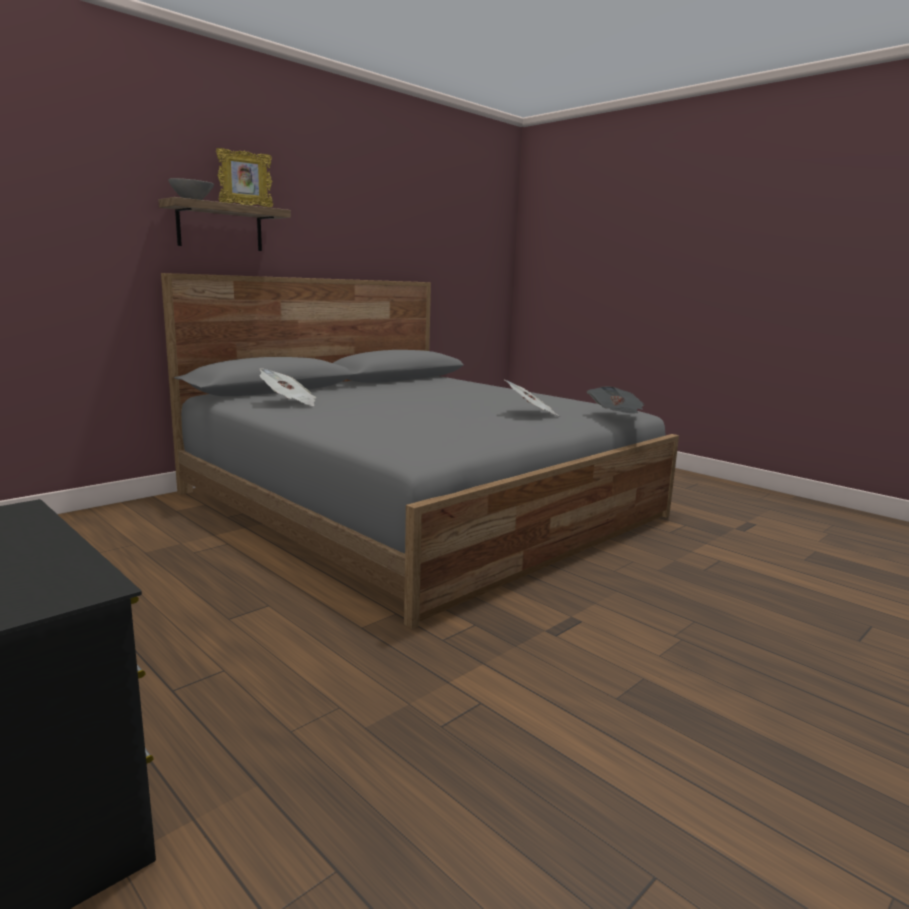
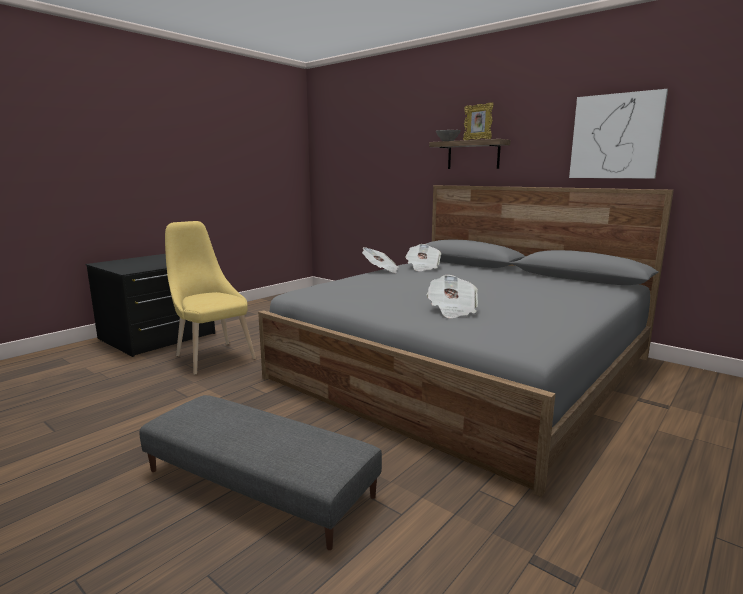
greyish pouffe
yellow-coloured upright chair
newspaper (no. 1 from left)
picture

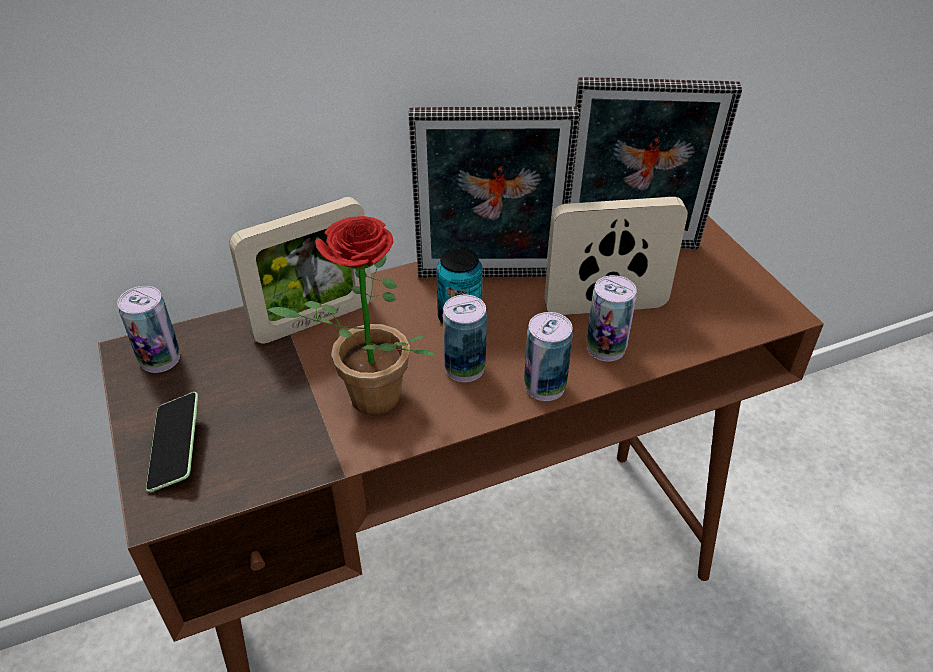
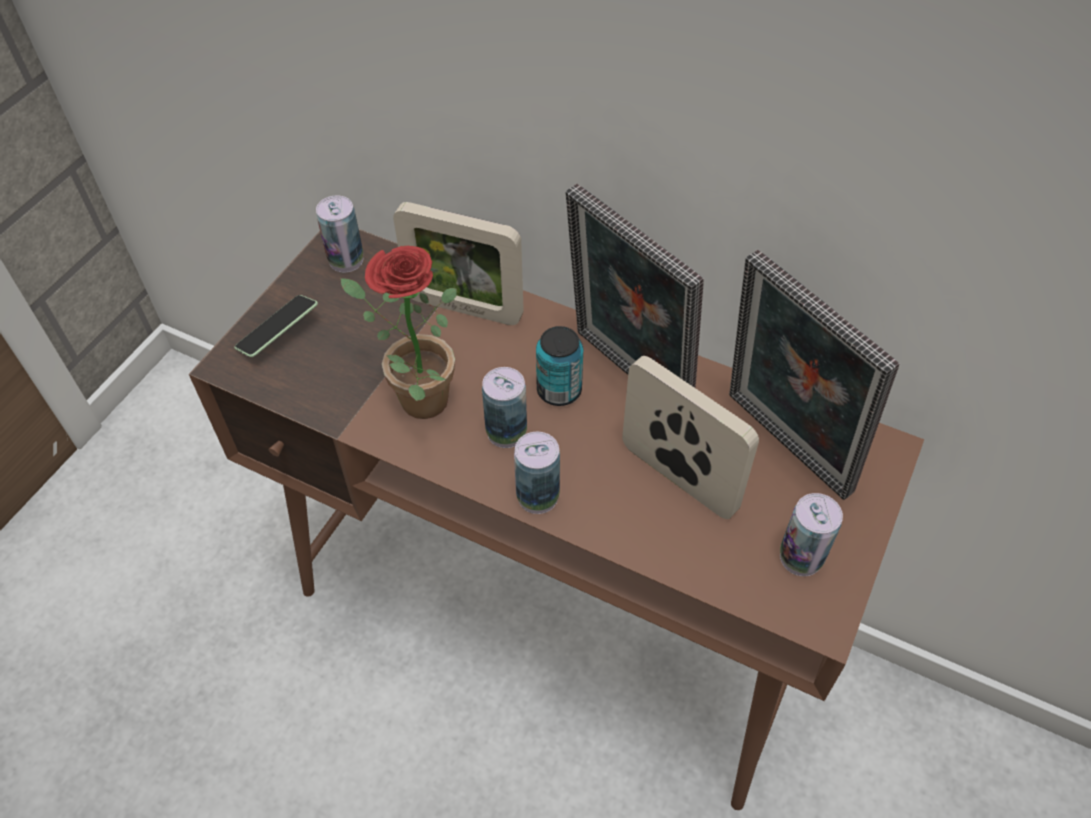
can (no. 5 from left)

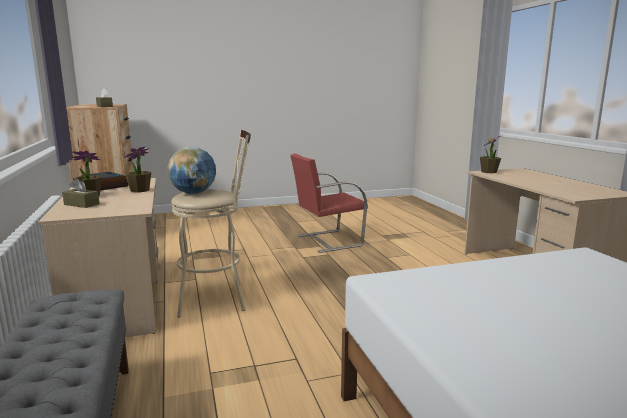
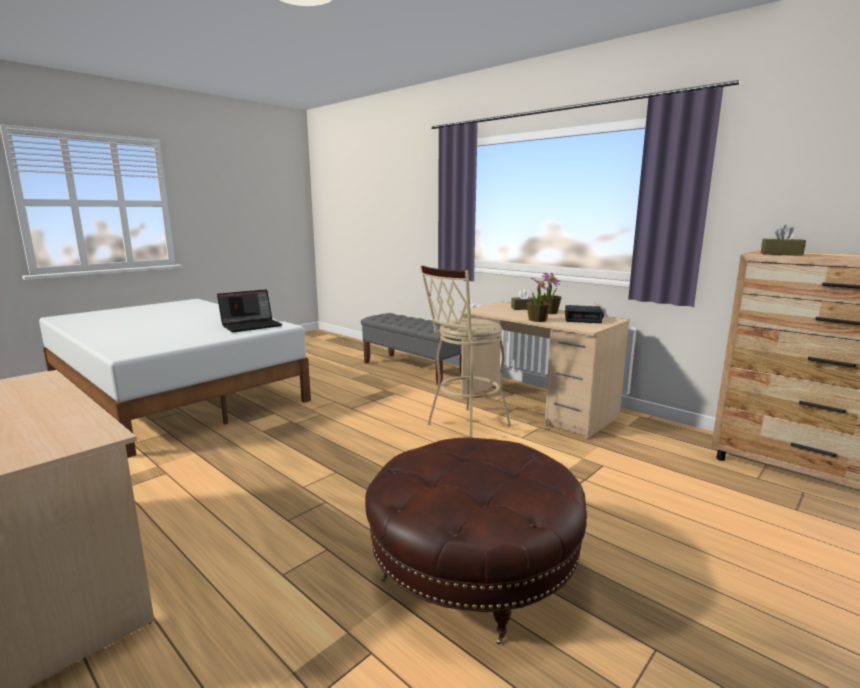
laptop
brown-coloured pouffe
world globe
potted plant (no. 3 from left in the first image)

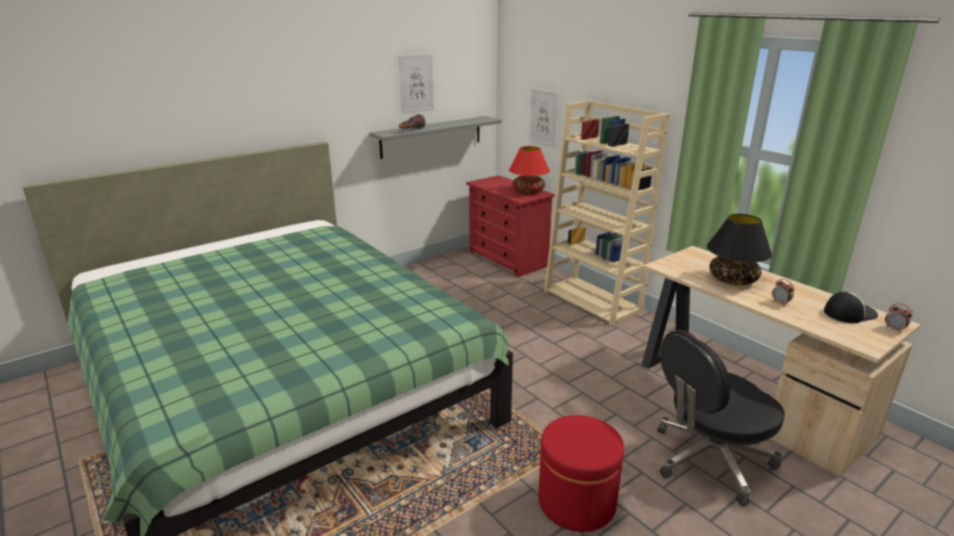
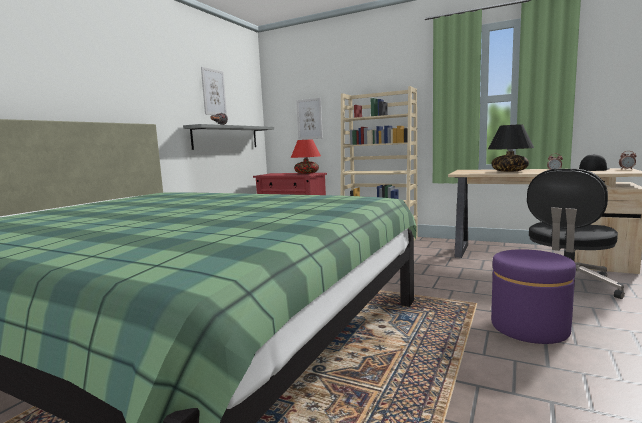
purplish pouffe

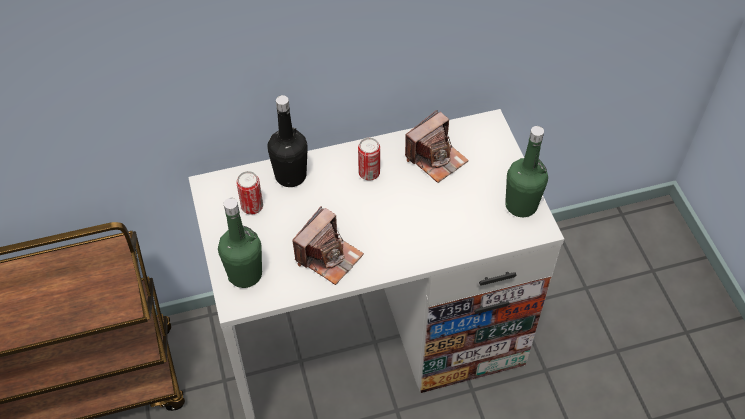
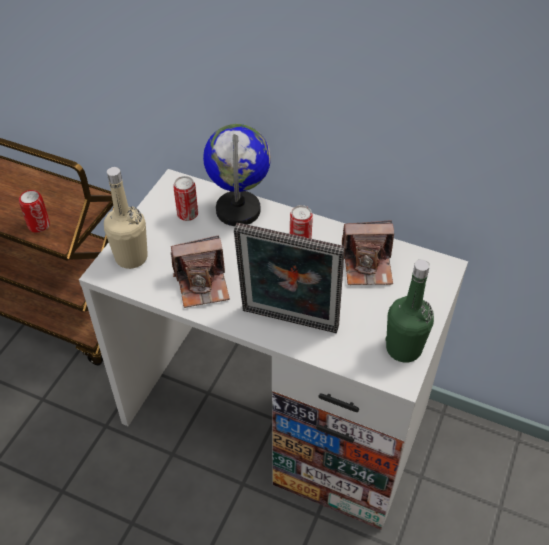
can (no. 1 from left)
beige bottle
world globe
photo frame

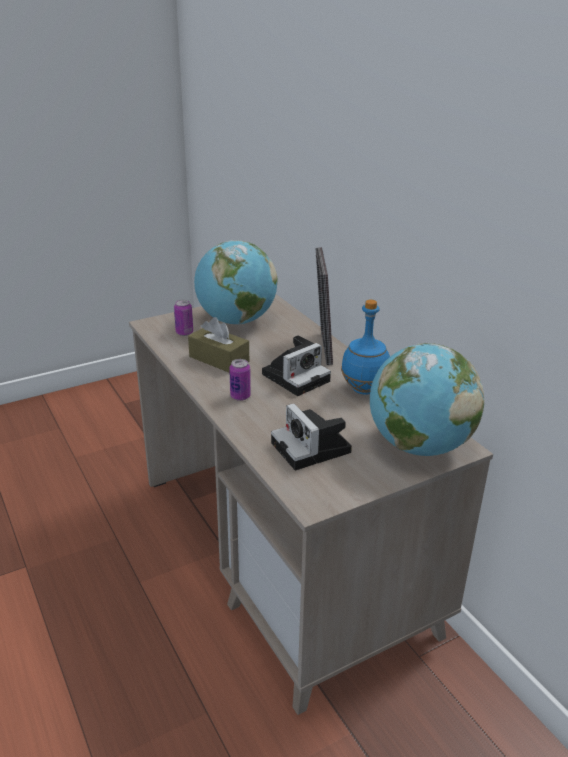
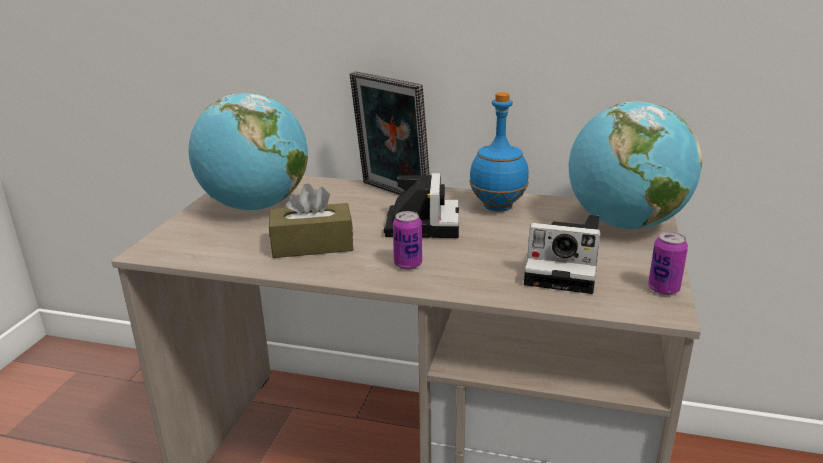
can (no. 2 from left)

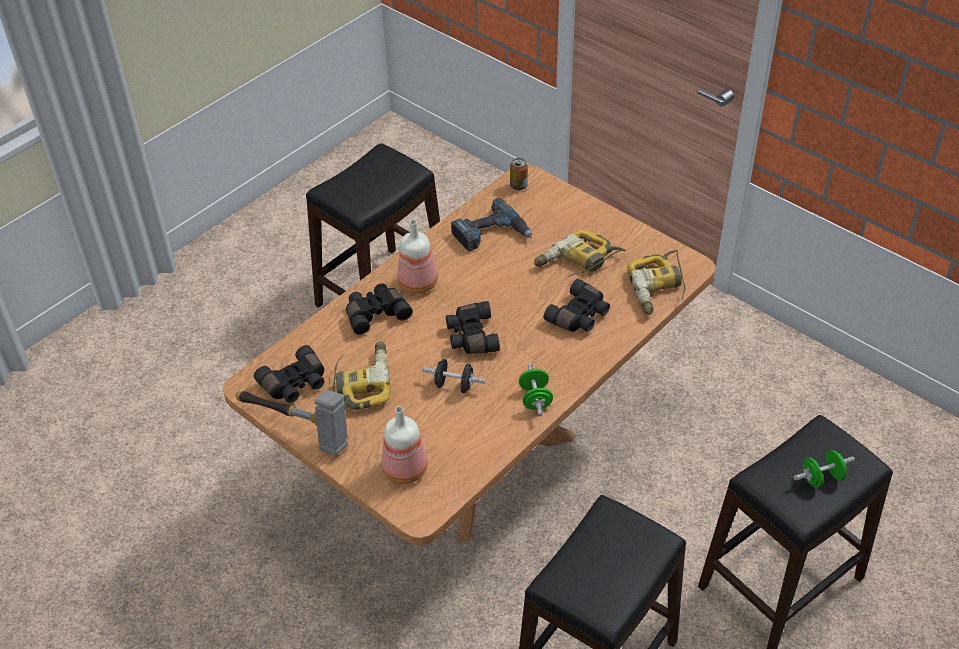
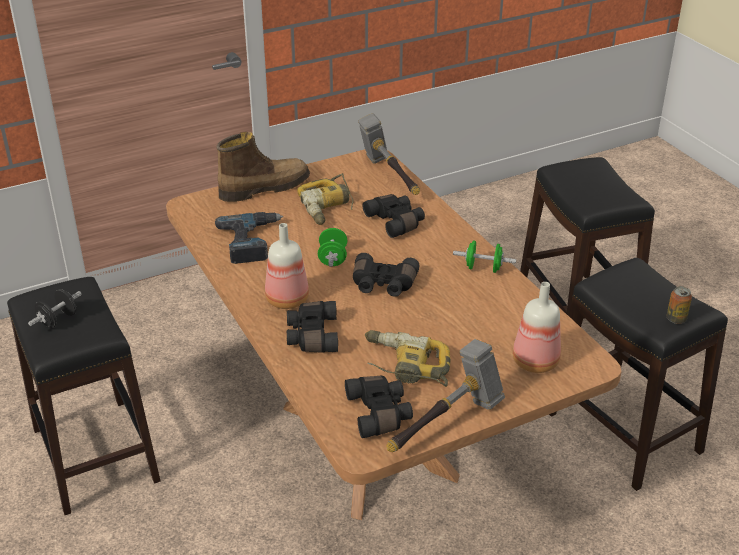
blackish free weight
high-top boot
green free weight (no. 1 from left)
hand hammer (no. 1 from left)
can

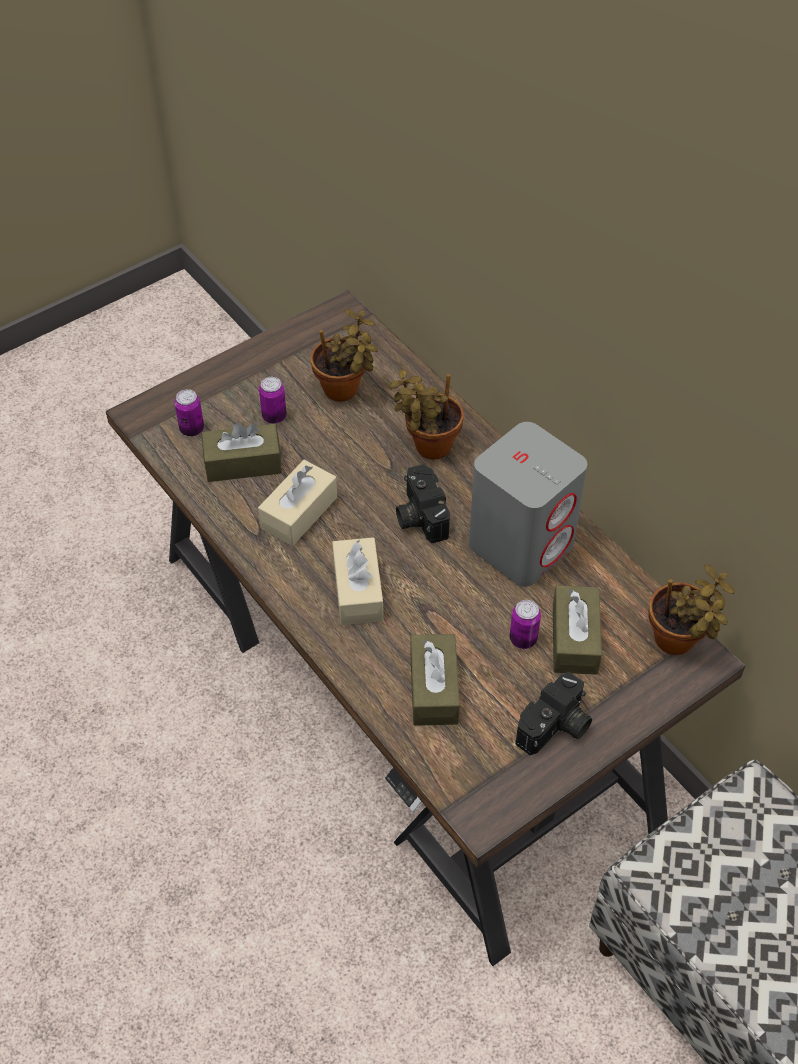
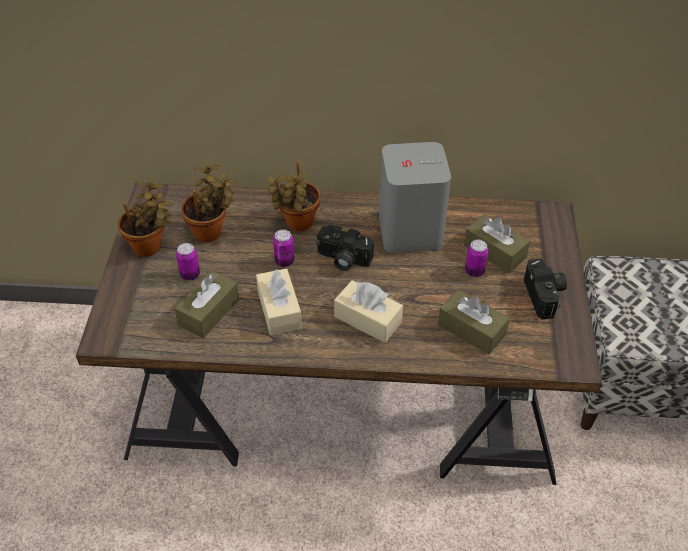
potted plant (no. 1 from left)
can (no. 2 from left)

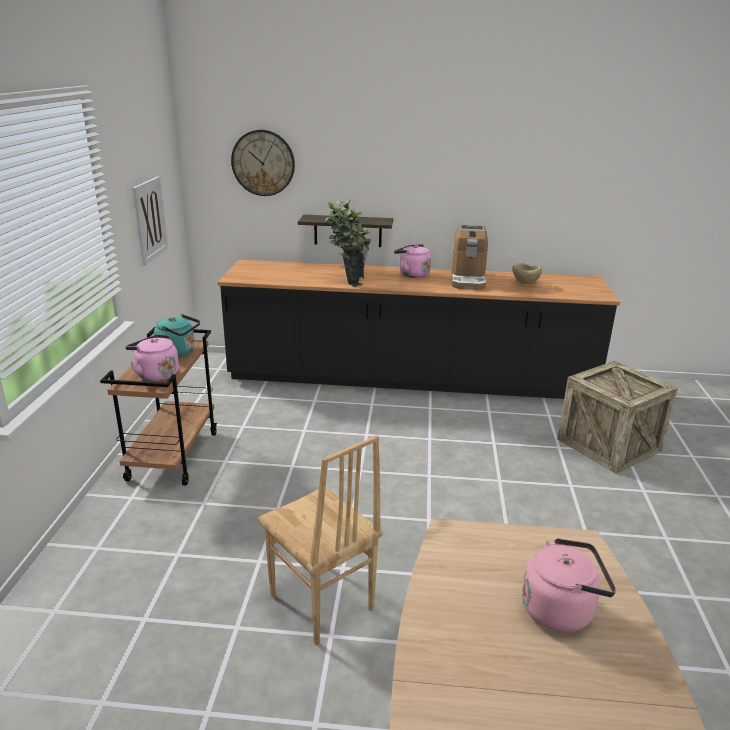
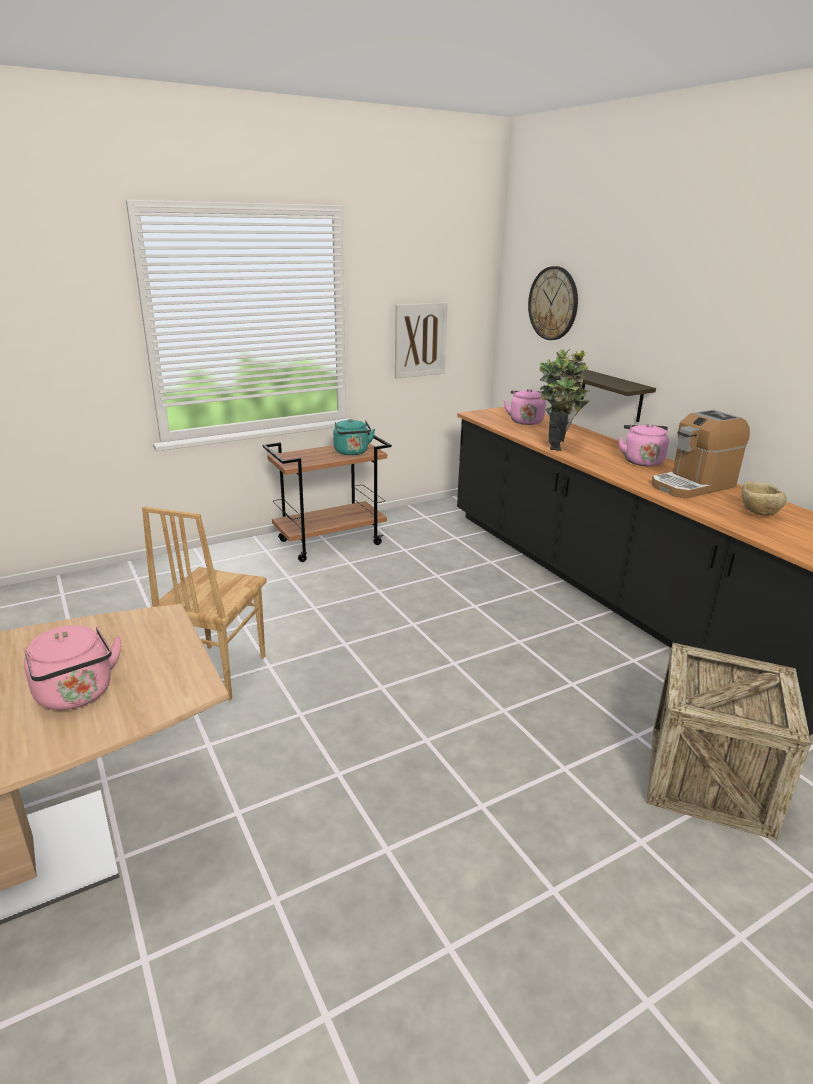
pink tea kettle (no. 2 from left)

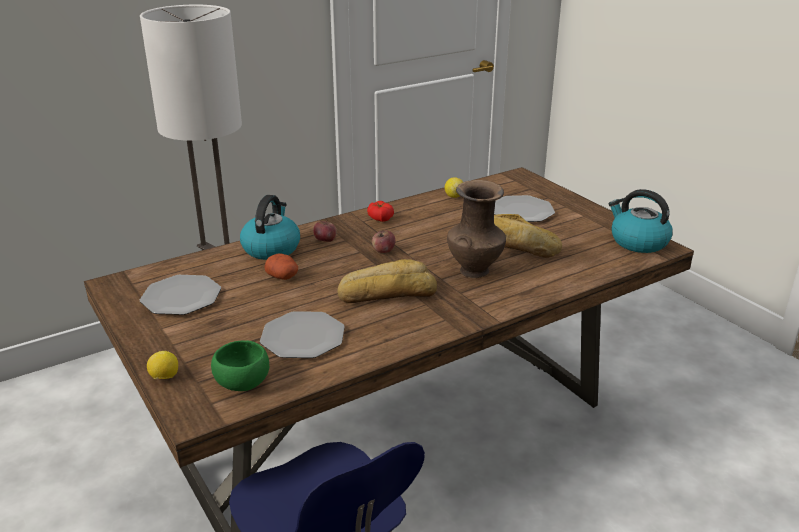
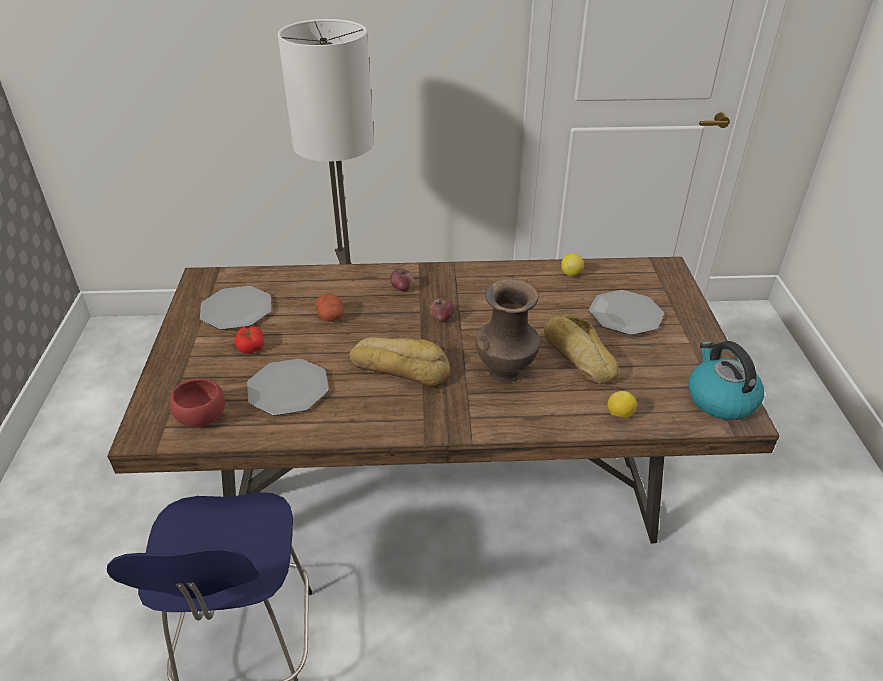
reddish serving bowl
fresh tomato
whole lemon (no. 2 from left)
tea kettle (no. 1 from left in the first image)

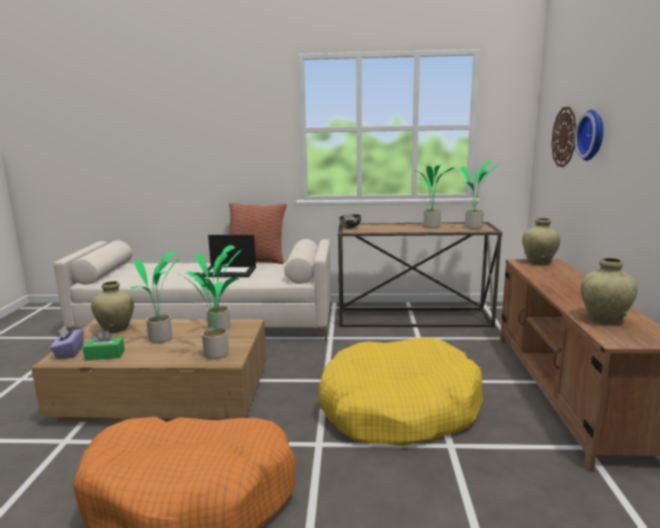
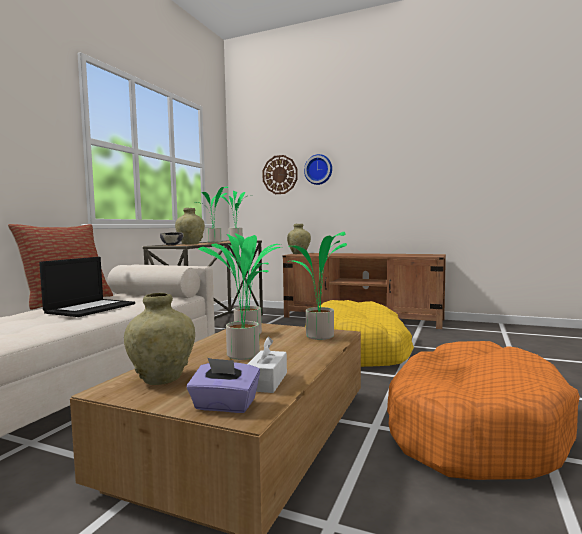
beige vase (no. 2 from left)
whitish tissue box

